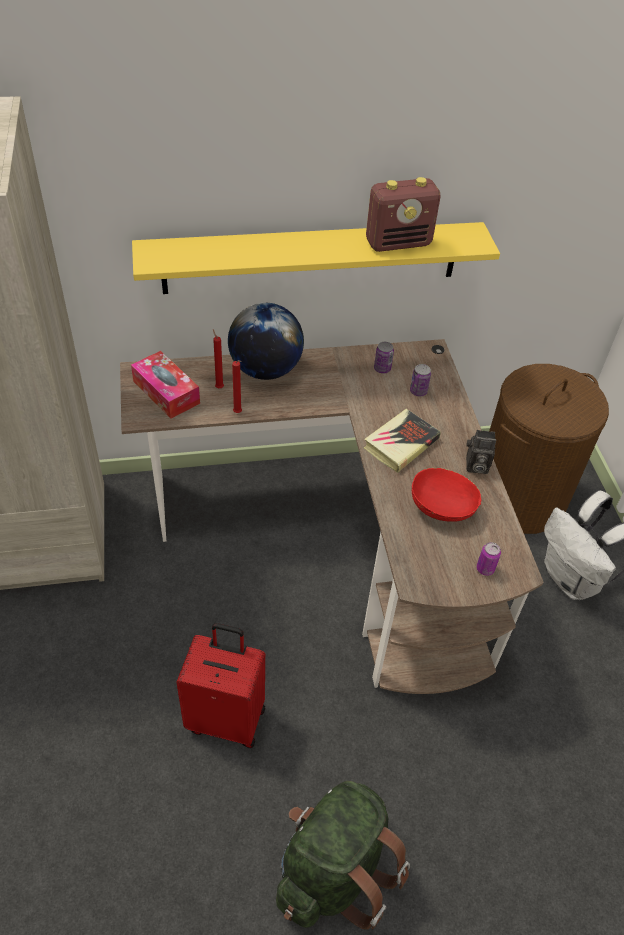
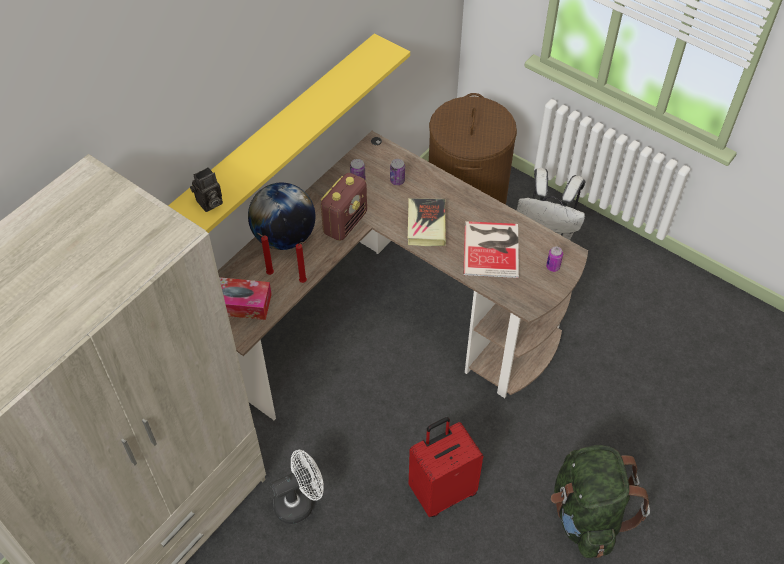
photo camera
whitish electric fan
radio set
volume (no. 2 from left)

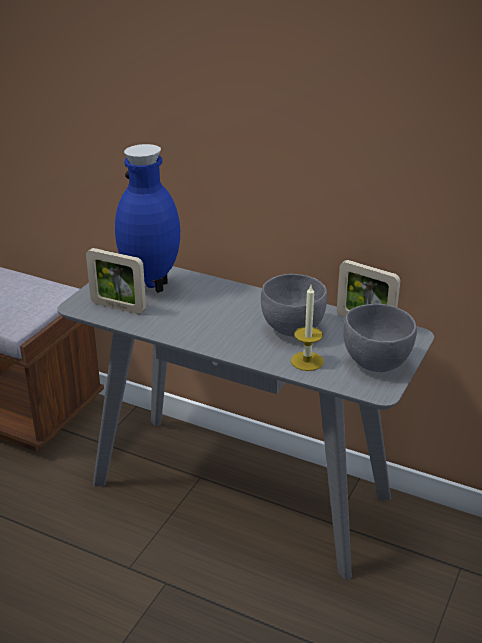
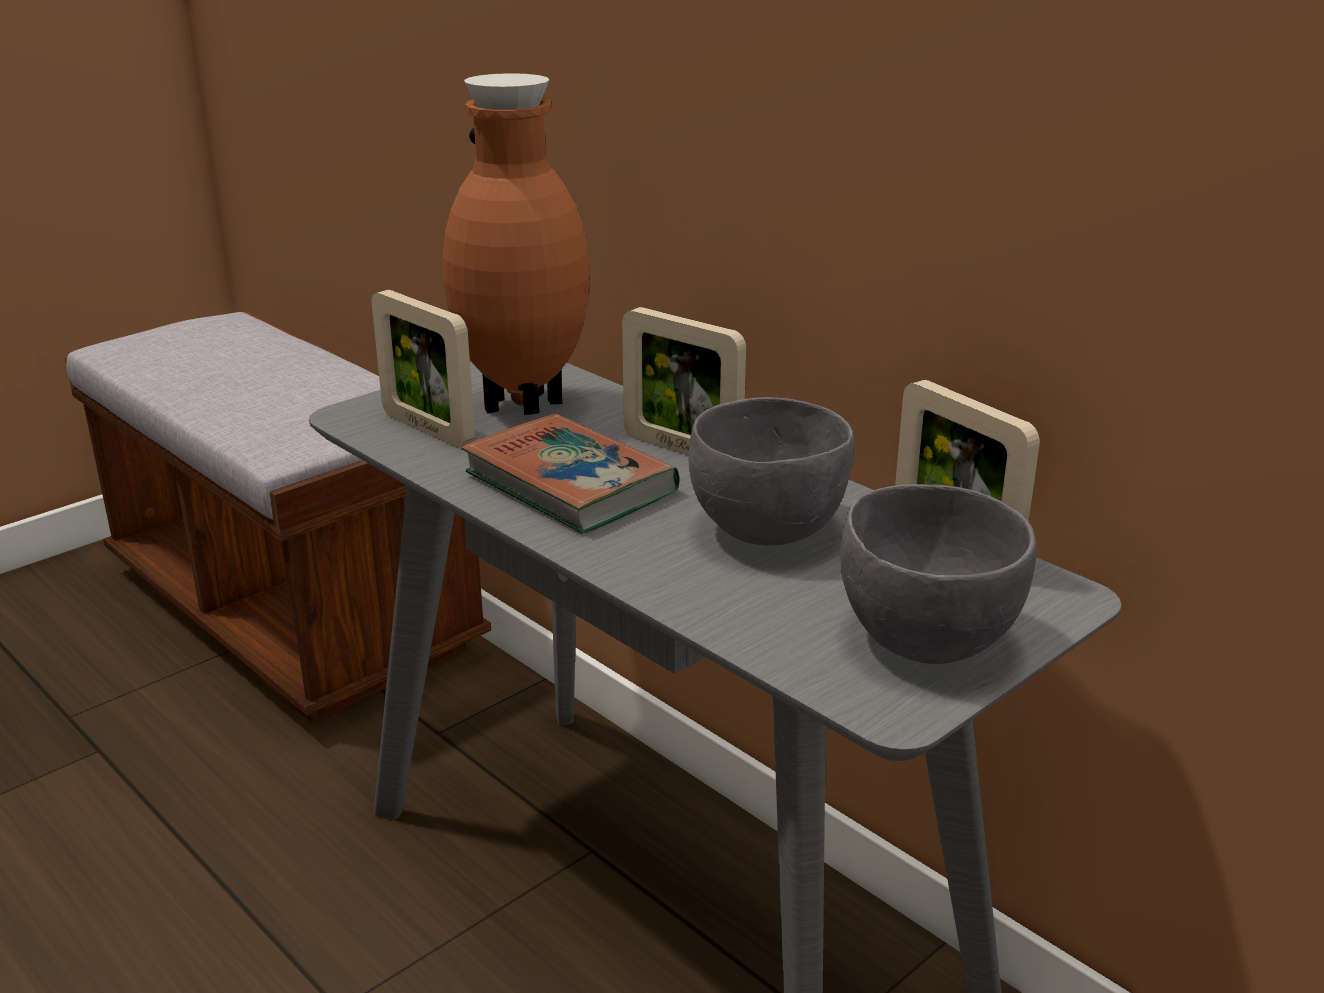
brown-coloured vase
volume
photo frame (no. 2 from left)
candle

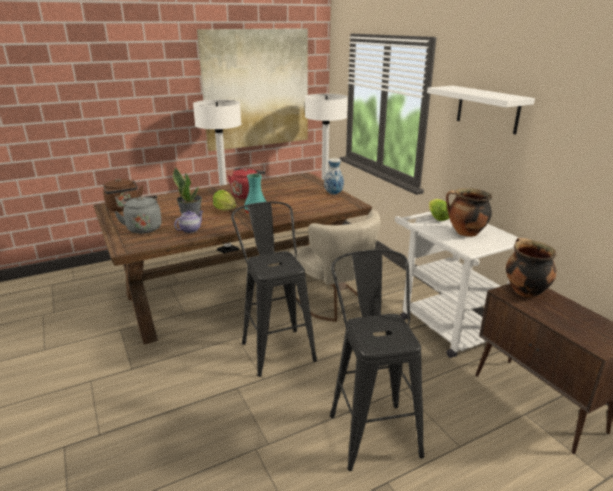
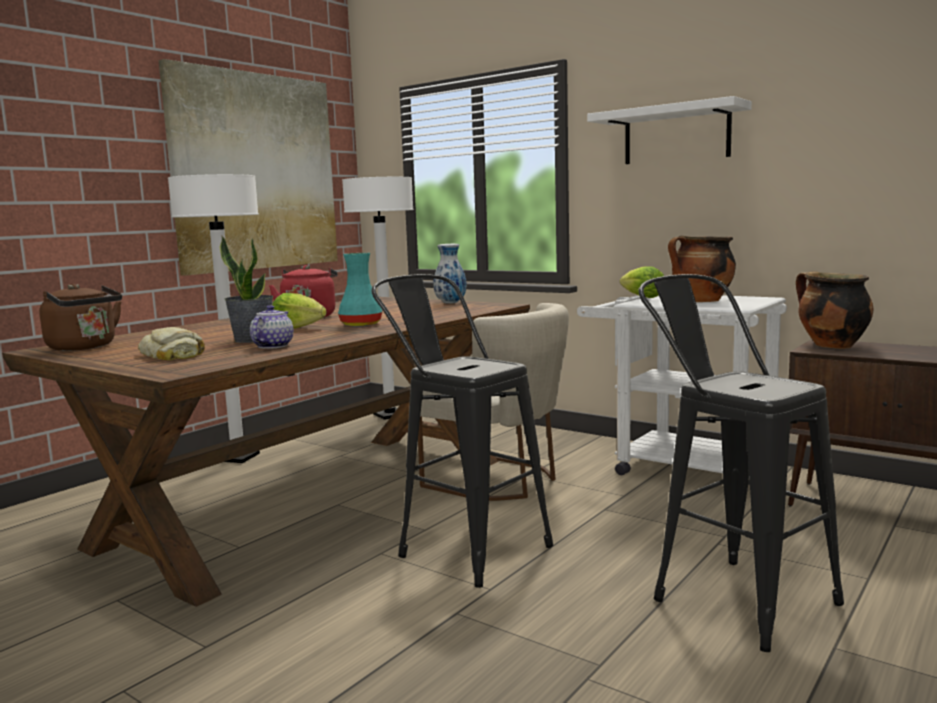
bakery bread

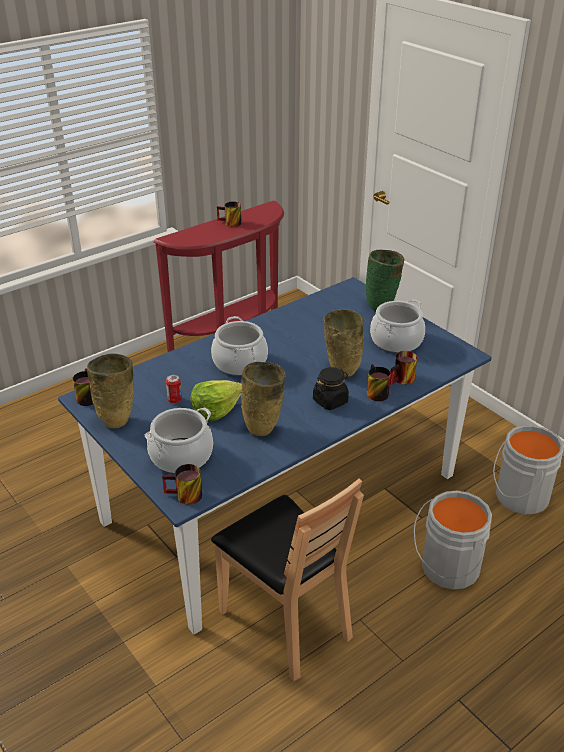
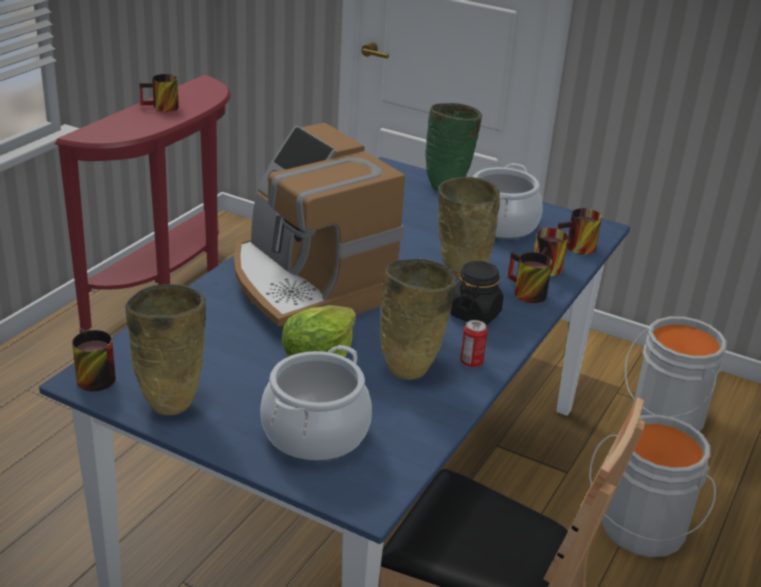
coffee brewer
can
mug (no. 5 from left)

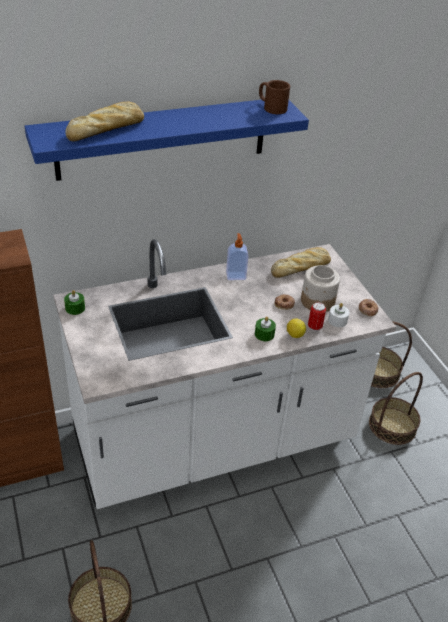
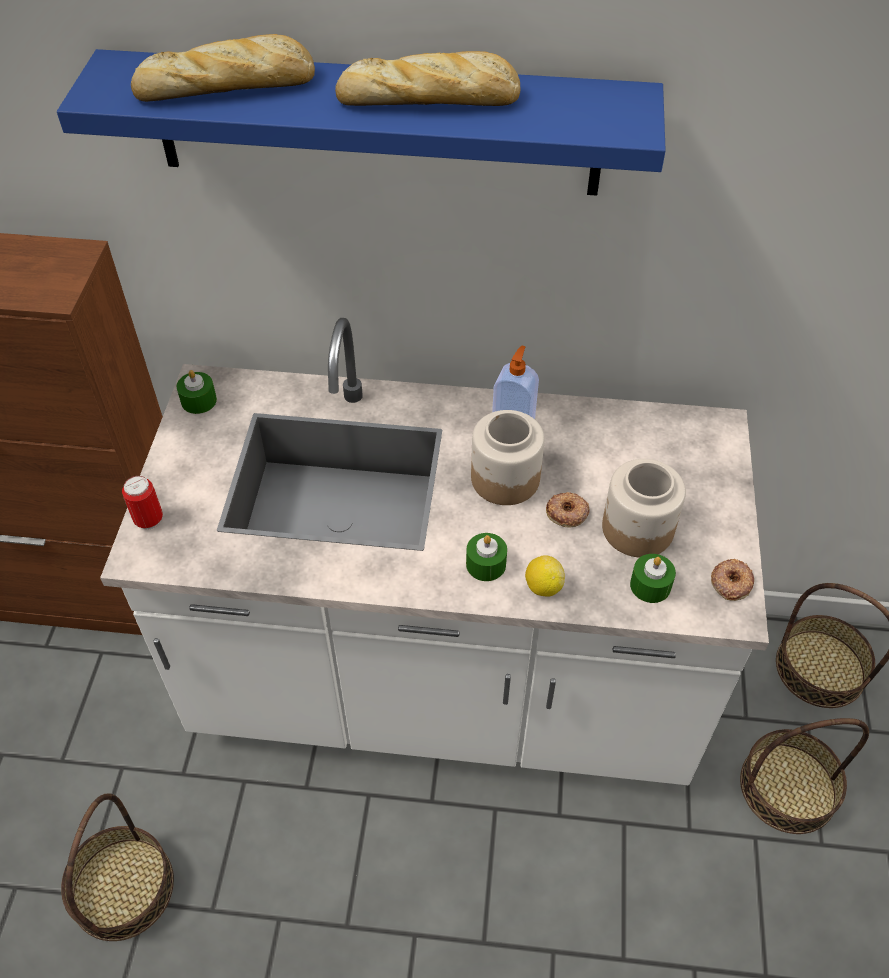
can
bakery bread (no. 2 from left)
preserve jar (no. 1 from left)
green candle (no. 3 from left)
brown-coloured mug

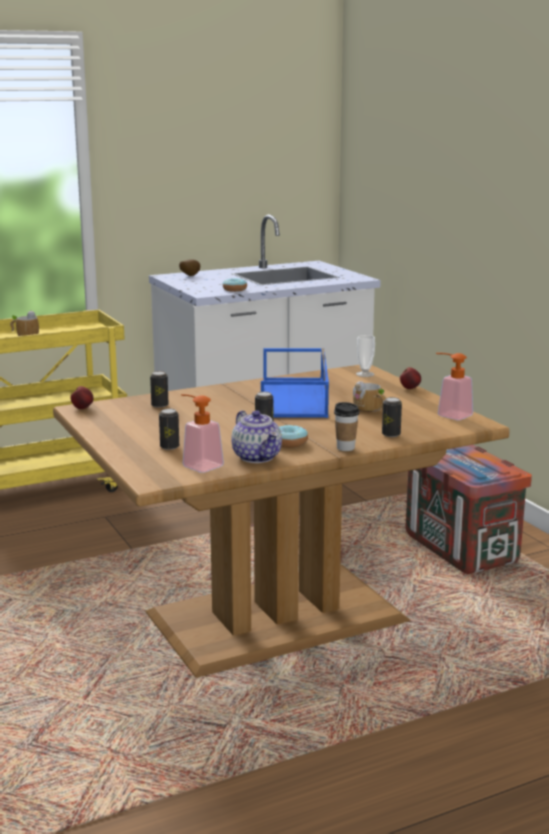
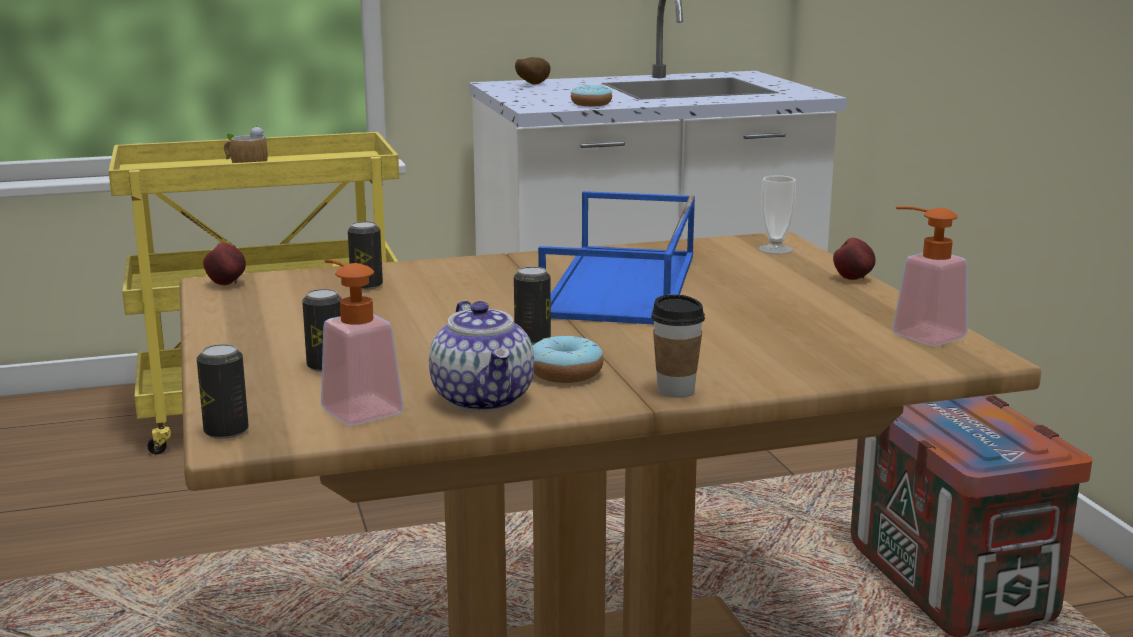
can (no. 1 from left)
mug (no. 2 from left in the first image)

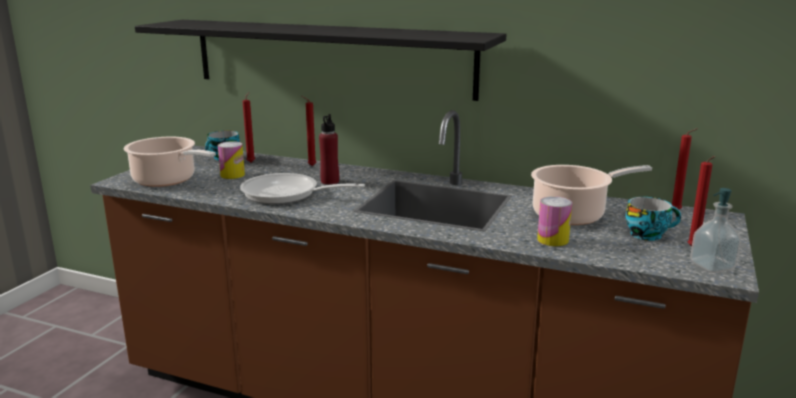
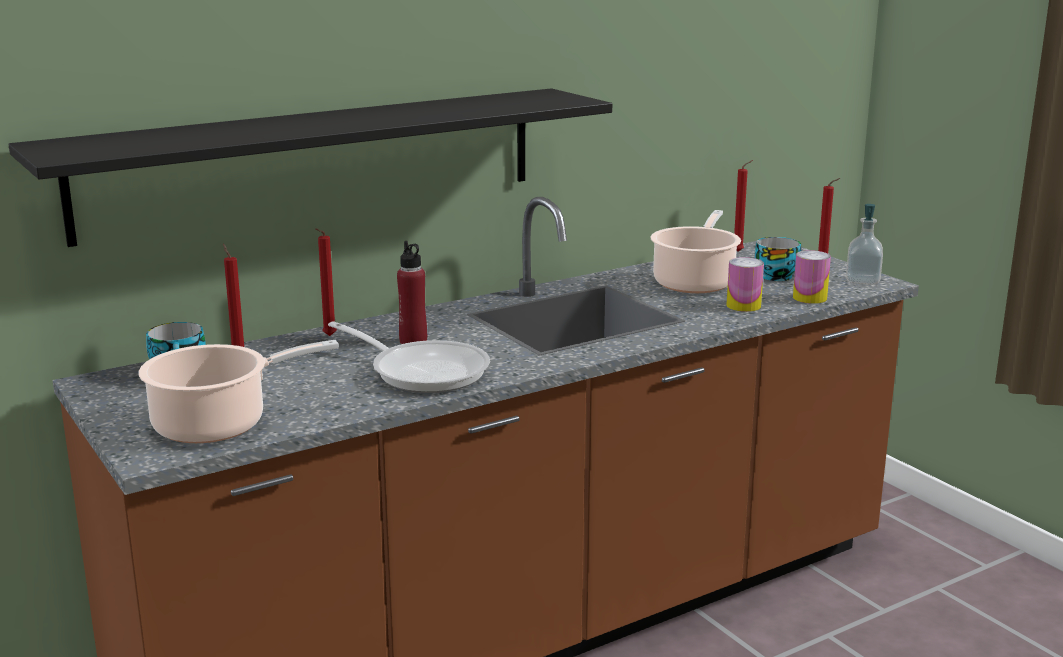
pan
can (no. 2 from left)

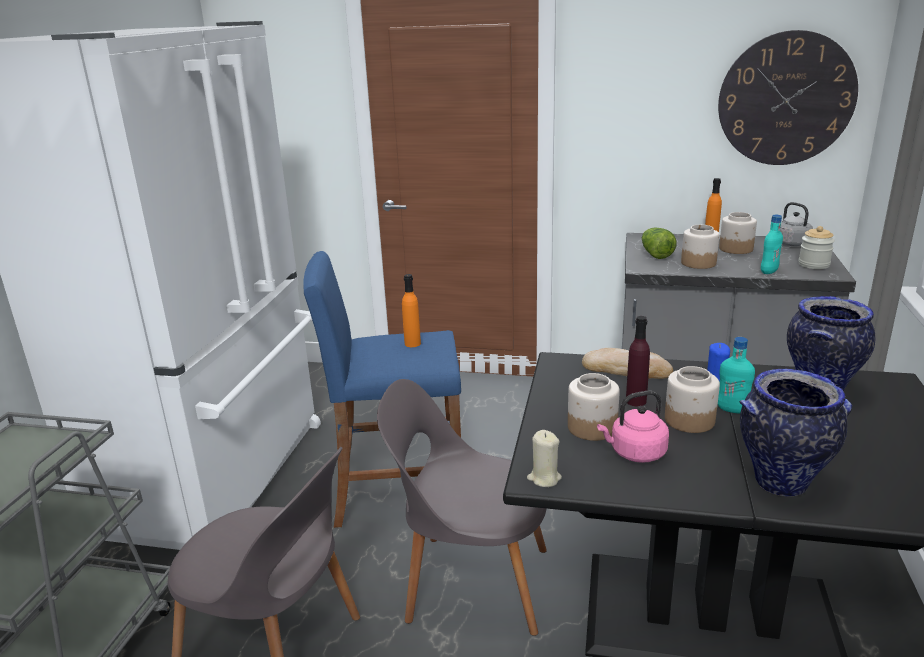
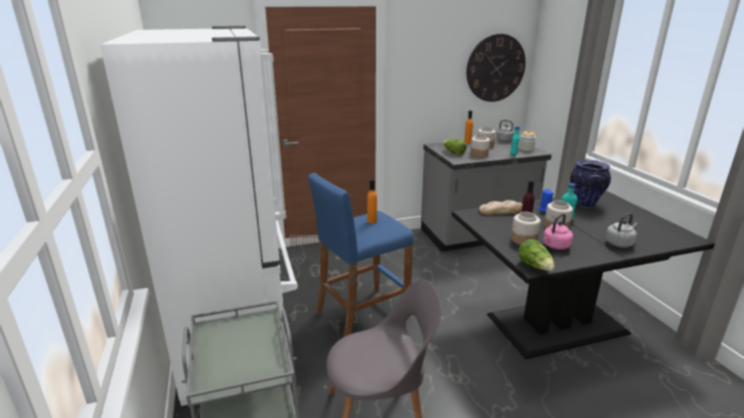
lettuce (no. 2 from left)
greyish tea kettle (no. 2 from left)
greyish upright chair (no. 2 from left in the first image)

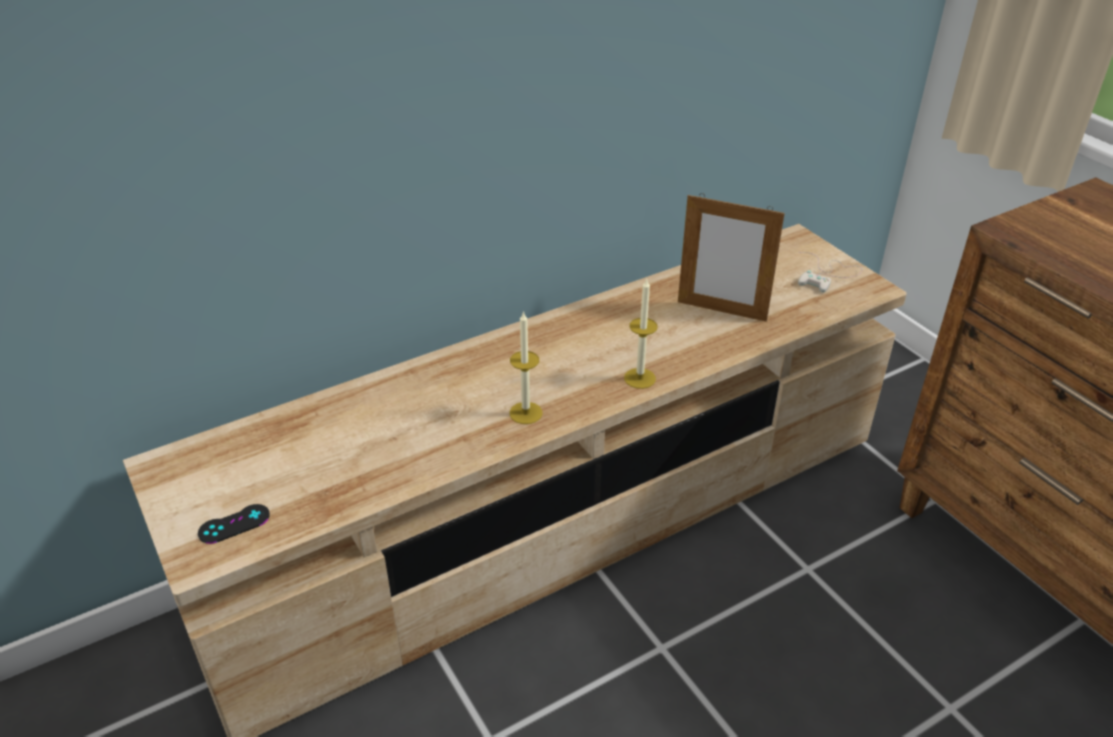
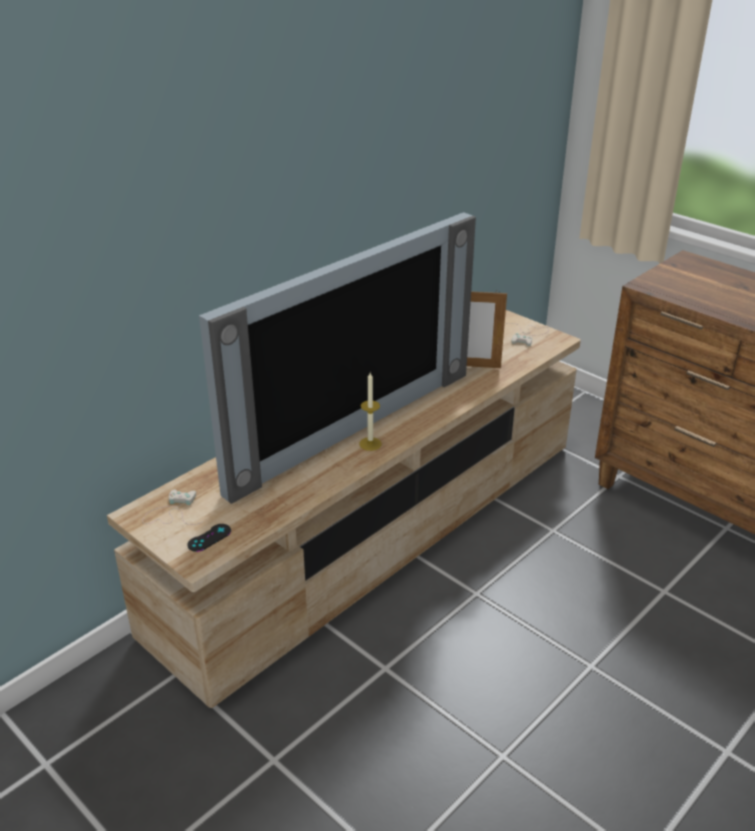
whitish joypad (no. 1 from left)
TV
candle (no. 2 from left in the first image)

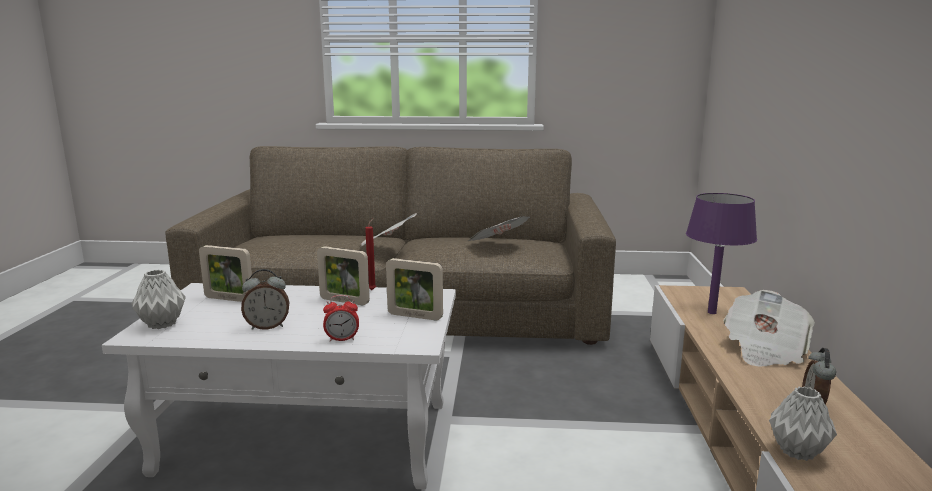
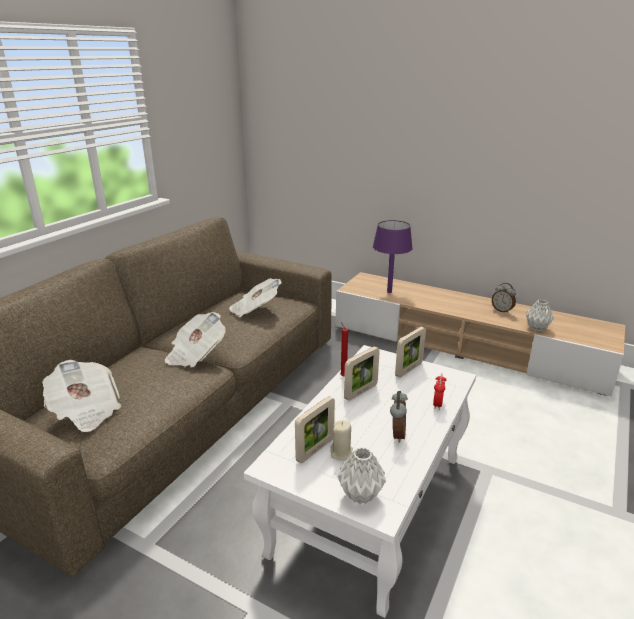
newspaper (no. 1 from left)
beige candle

